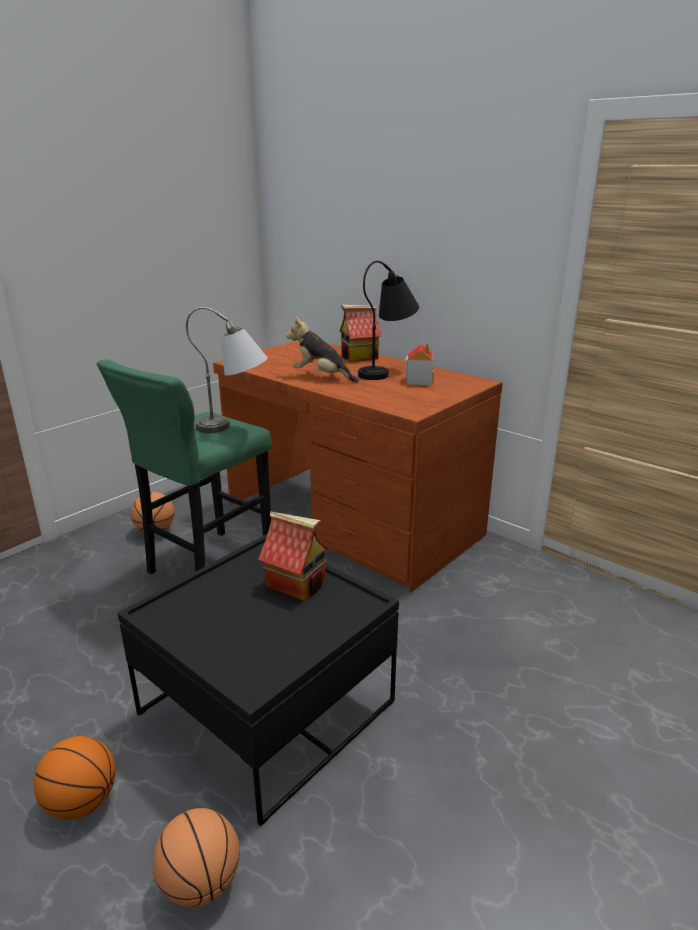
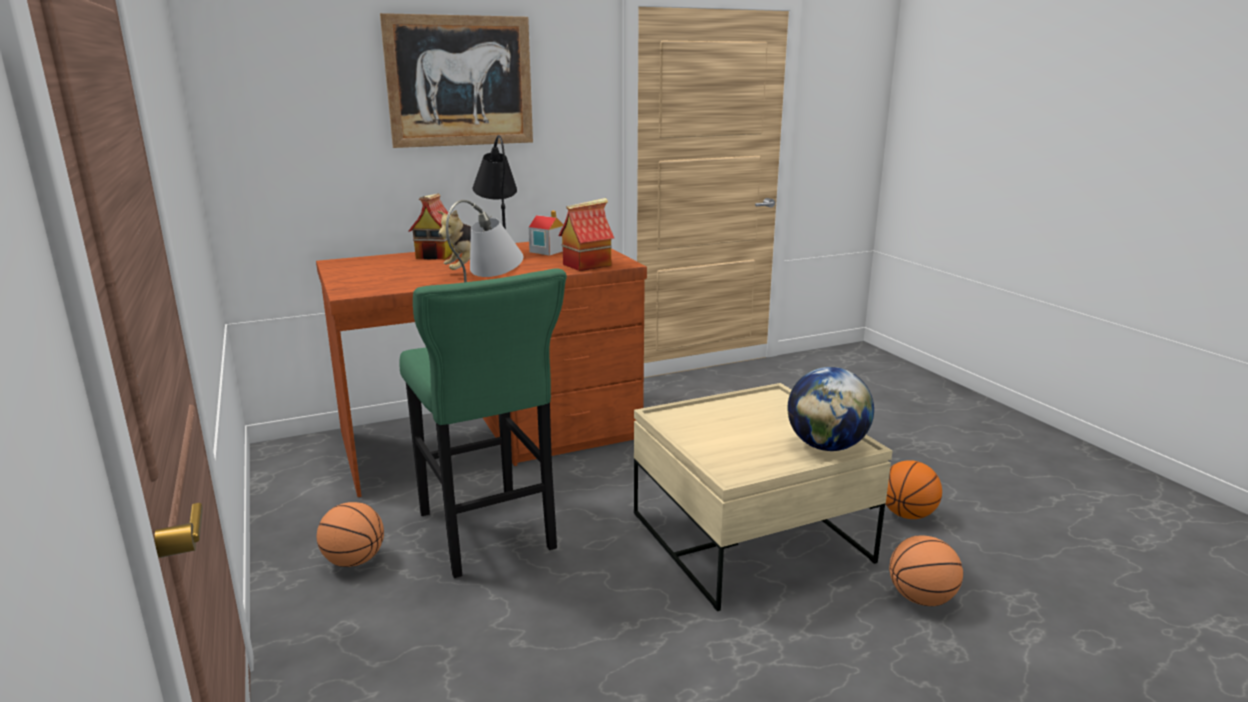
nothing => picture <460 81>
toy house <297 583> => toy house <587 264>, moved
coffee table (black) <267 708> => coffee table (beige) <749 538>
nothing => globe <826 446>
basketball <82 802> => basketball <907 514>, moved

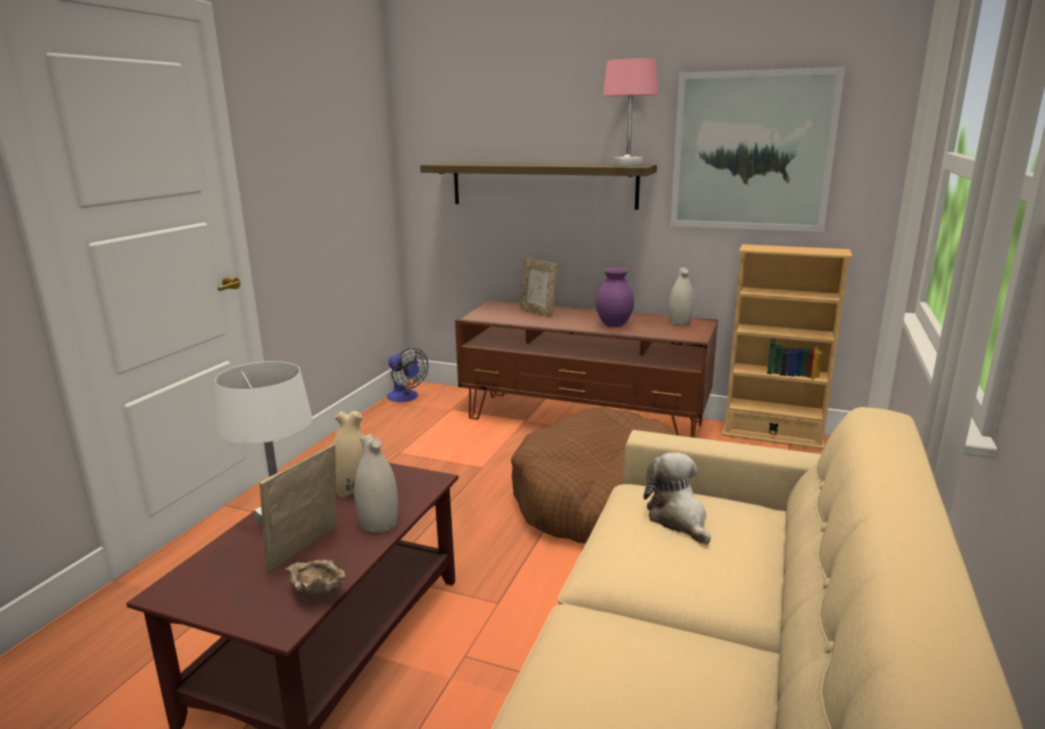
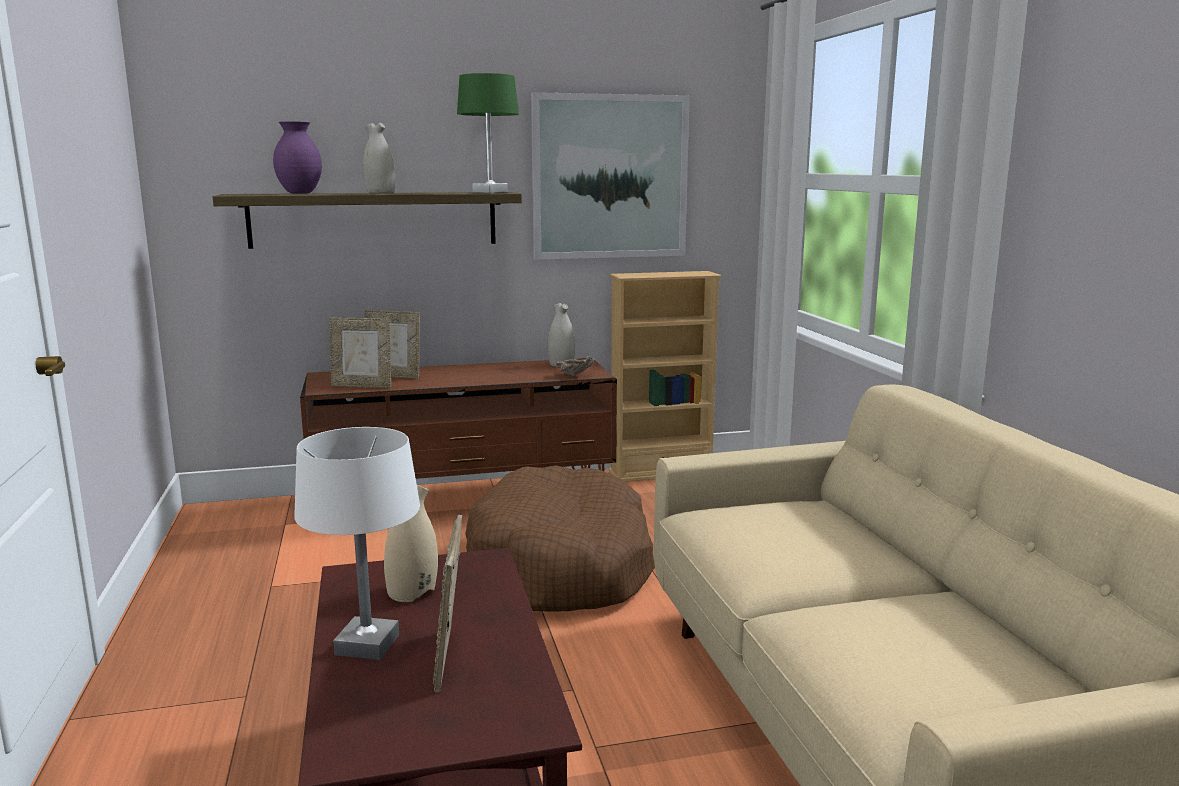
vase (purple) <613 325> => vase (purple) <299 193>, moved
nothing => picture frame <362 386>
vase (white) <378 522> => vase (white) <380 193>, moved
table lamp (pink) <627 165> => table lamp (green) <489 192>
bowl (beige) <318 593> => bowl (beige) <575 375>, moved
fan <406 398> => nothing
plush toy <678 519> => nothing

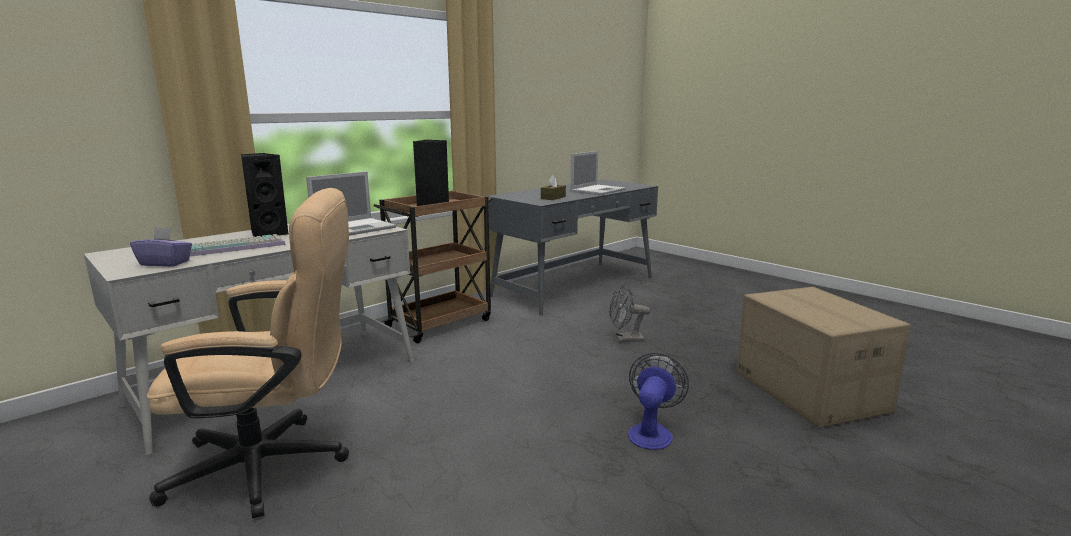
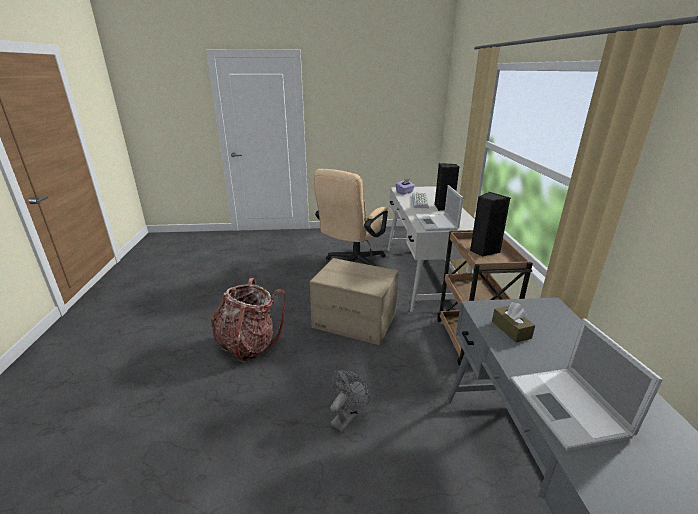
fan <651 432> => backpack <248 344>
cardboard box <808 391> => cardboard box <355 321>, moved

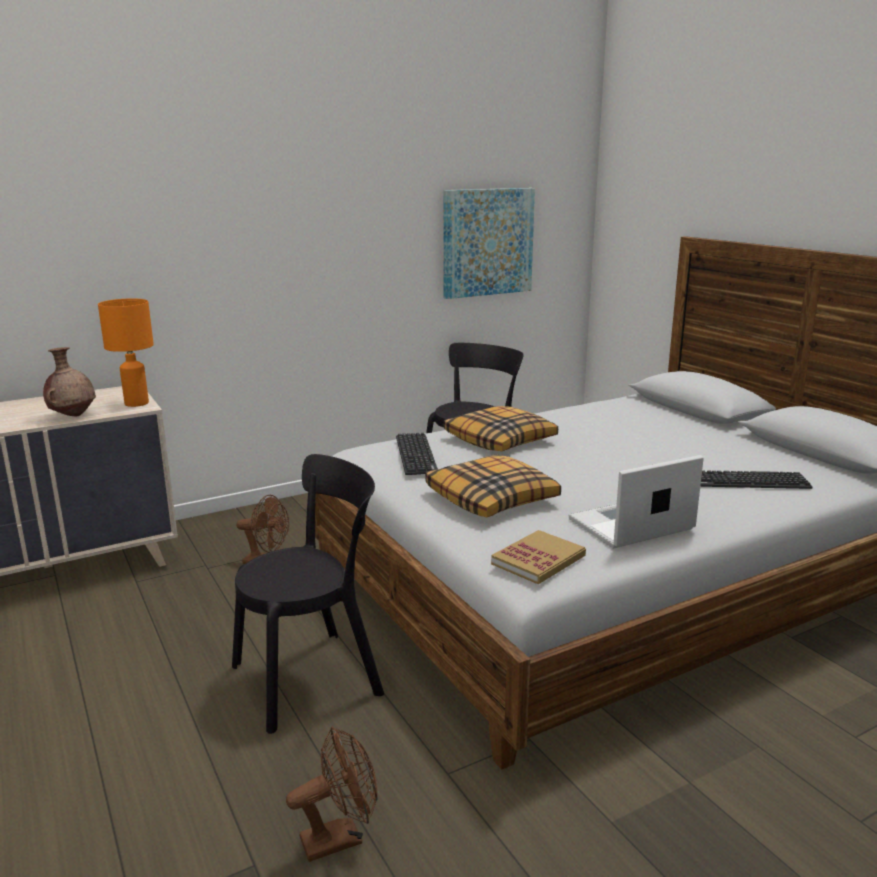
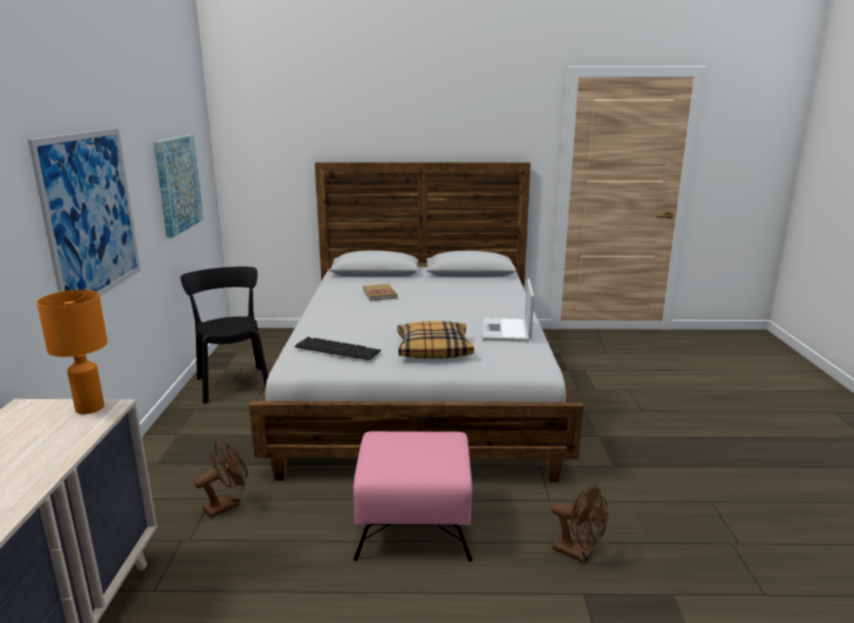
nothing => picture <91 215>
chair (black) <313 677> => ottoman (pink) <415 523>
book <538 560> => book <380 294>, moved
fan (brown) <340 837> => fan (brown) <578 553>, 120 degrees clockwise
vase (brown) <73 415> => nothing
pillow <500 440> => nothing
keyboard <746 481> => nothing

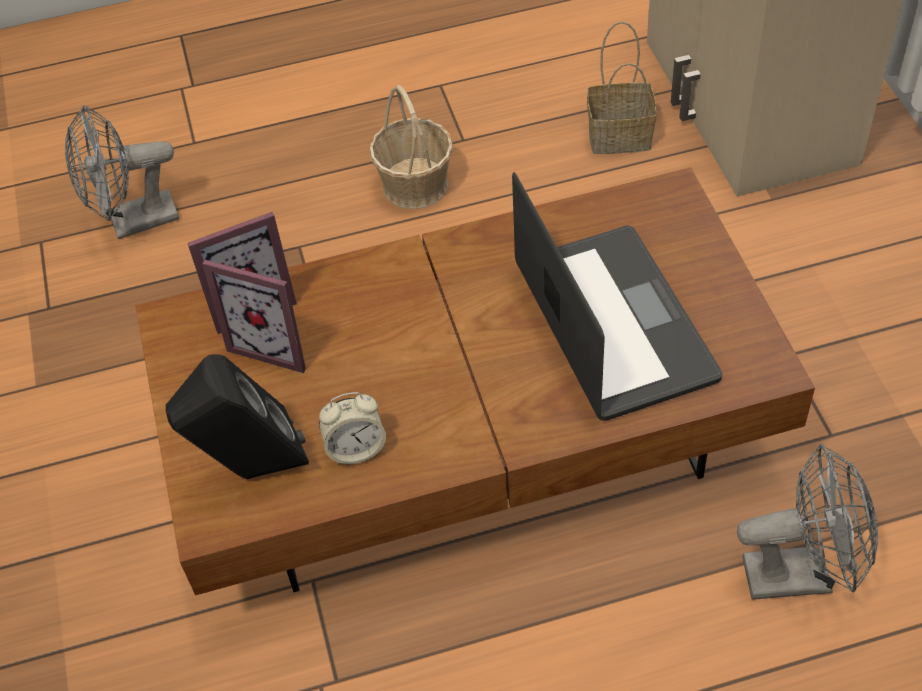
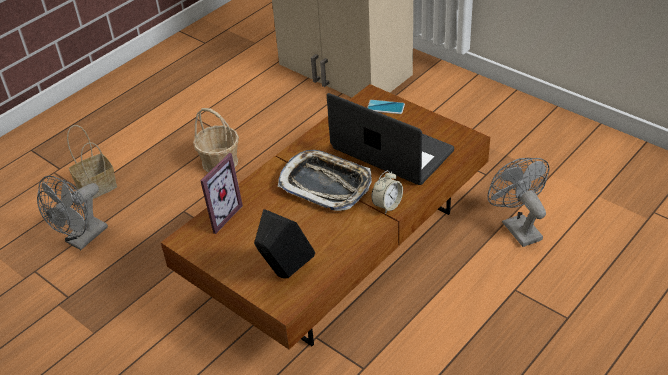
basket <621 135> => basket <97 186>, moved
nothing => tray <325 184>
nothing => phone <385 107>
alarm clock <356 448> => alarm clock <387 205>, moved
fan (grey) <800 573> => fan (grey) <517 227>, 75 degrees counterclockwise
picture frame <275 343> => nothing

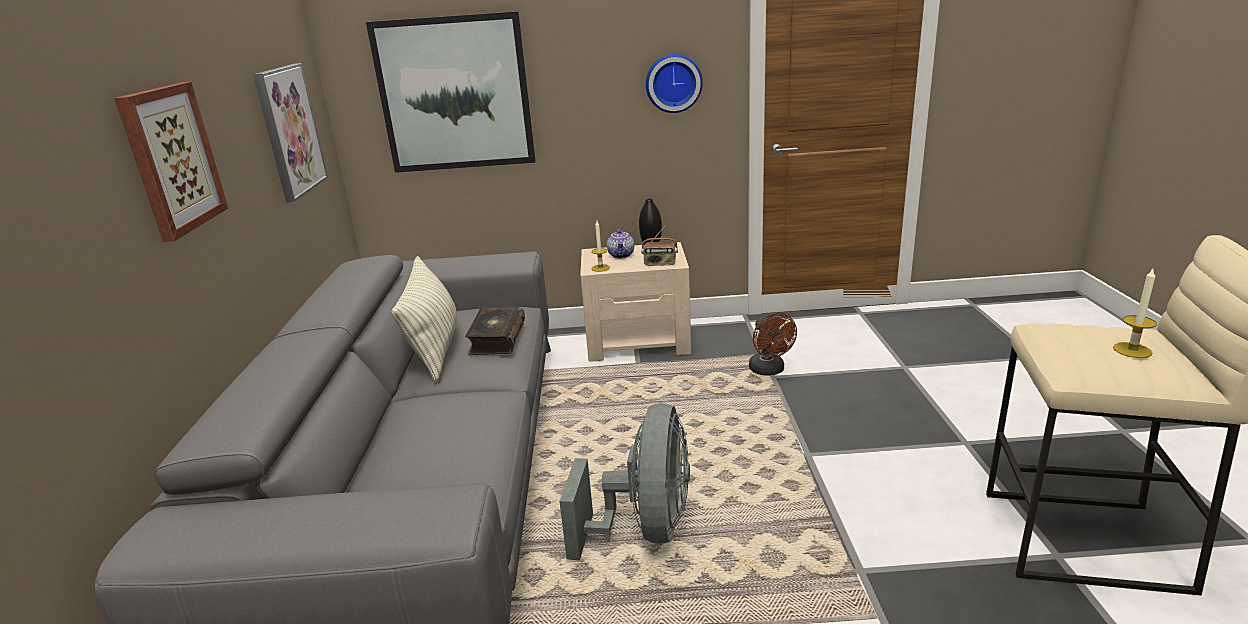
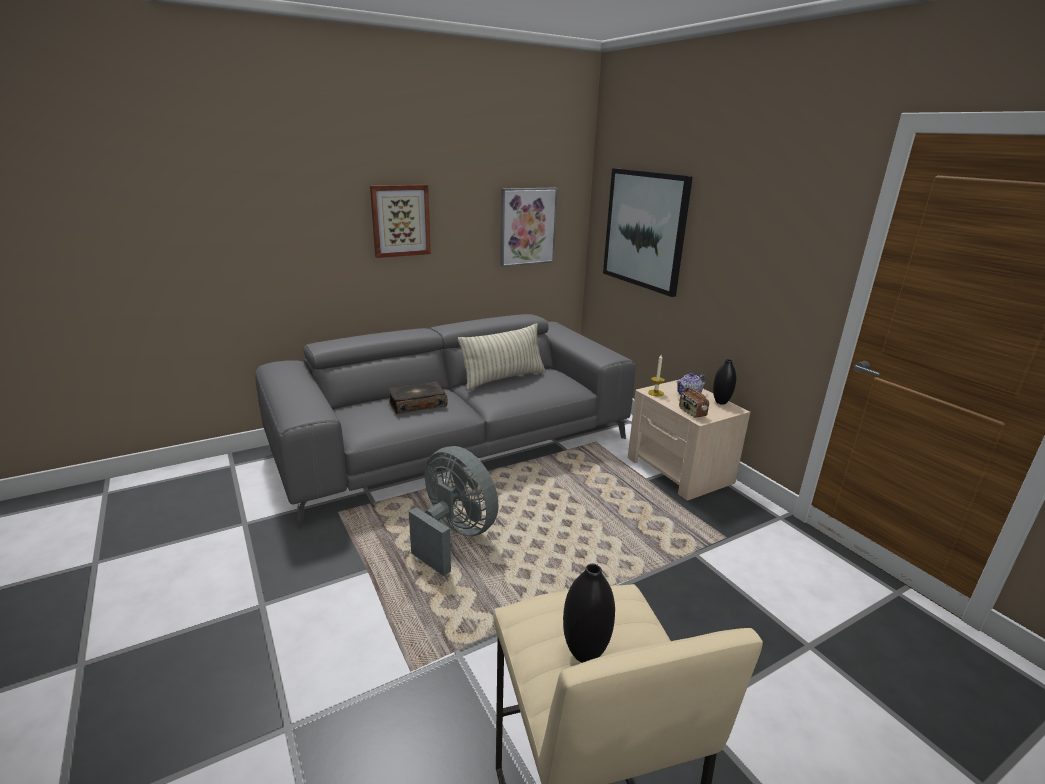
book <496 339> => book <417 404>, moved
fan (grey) <645 528> => fan (grey) <454 536>, 120 degrees counterclockwise
candle <1132 350> => vase (black) <585 653>
wall clock <673 83> => nothing
fan (brown) <769 371> => nothing

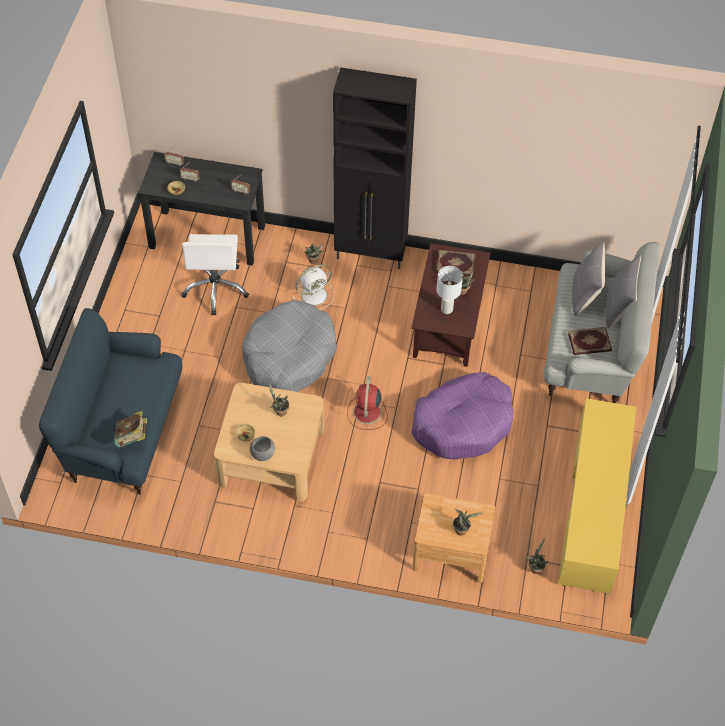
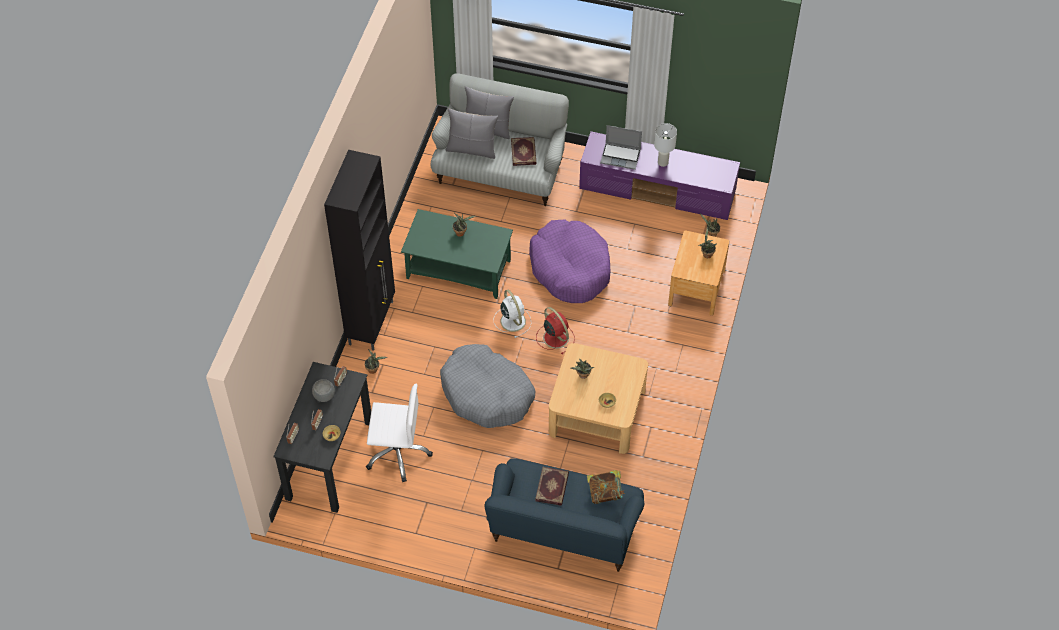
bowl (grey) <262 454> => bowl (grey) <324 396>, moved
coffee table (brown) <448 322> => coffee table (green) <459 269>
fan (white) <315 294> => fan (white) <512 320>, moved
book <455 265> => book <552 487>, moved
fan (red) <367 413> => fan (red) <555 337>, 135 degrees counterclockwise
tv stand (yellow) <594 509> => tv stand (purple) <658 190>
nothing => laptop <621 156>
table lamp (white) <446 309> => table lamp (white) <662 162>, moved

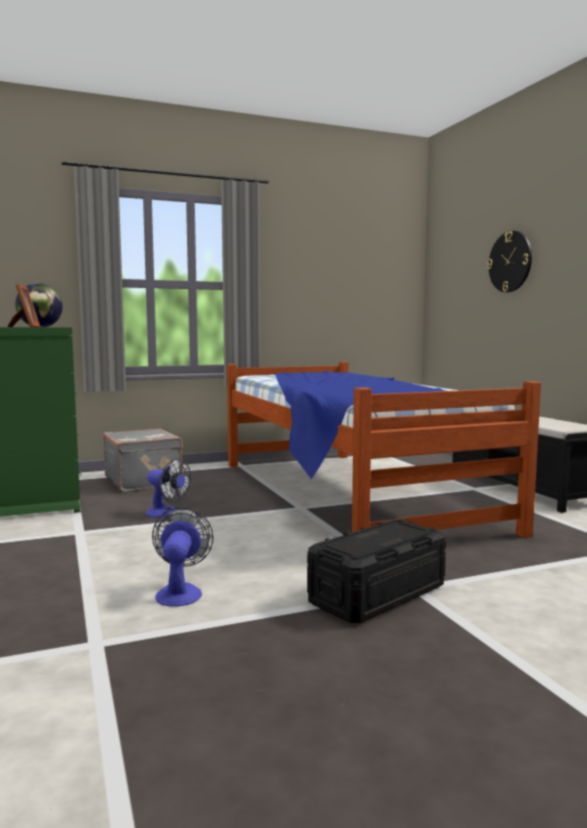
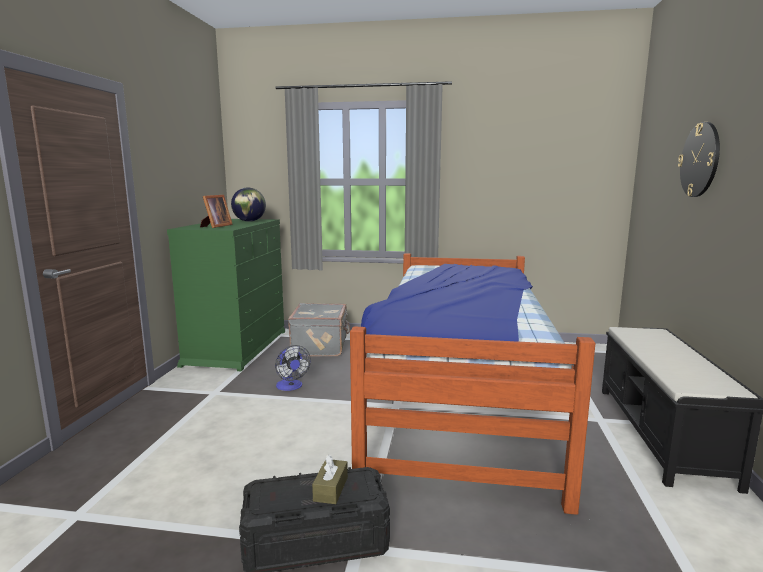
nothing => tissue box (brown) <330 489>
fan <180 592> => nothing

